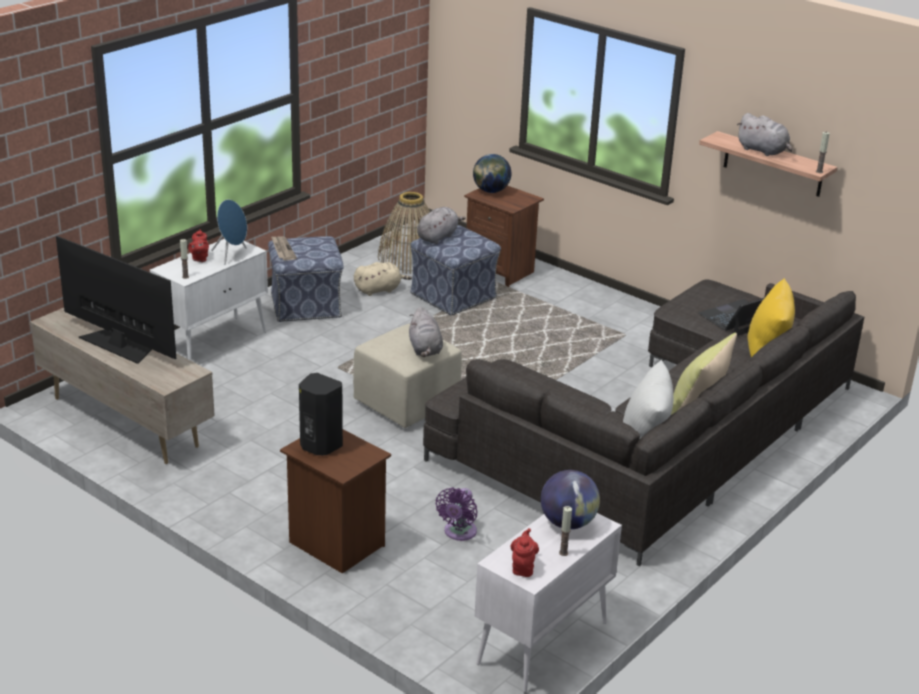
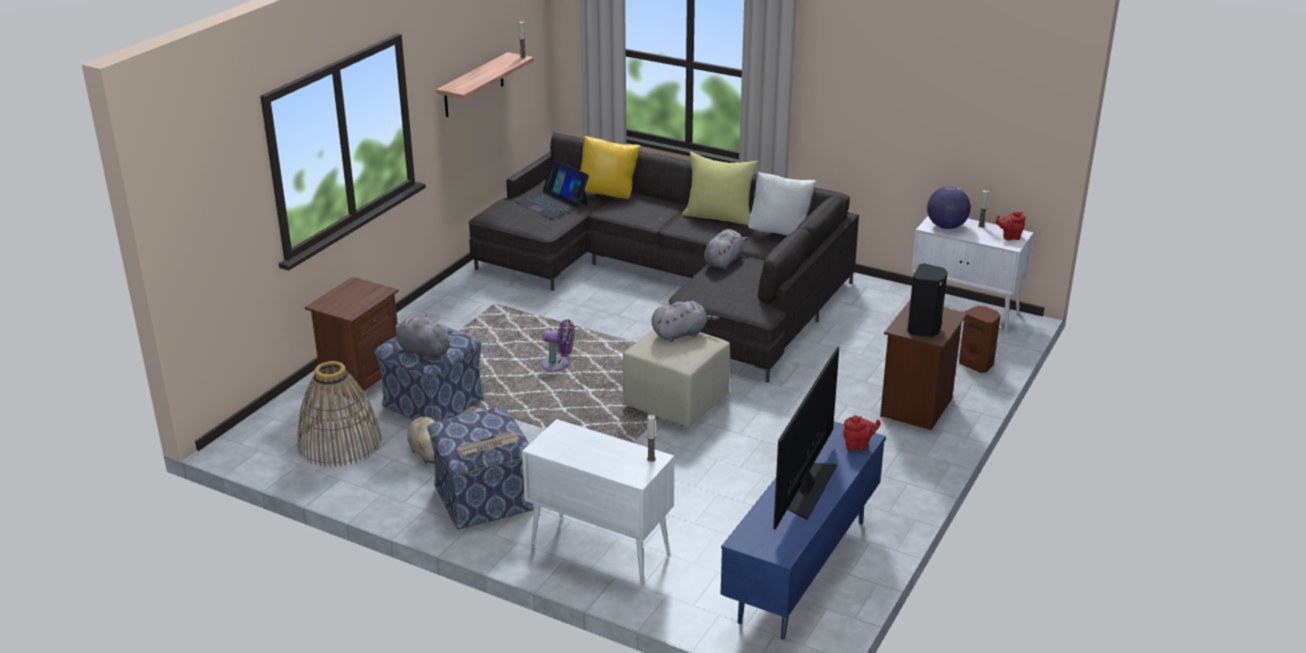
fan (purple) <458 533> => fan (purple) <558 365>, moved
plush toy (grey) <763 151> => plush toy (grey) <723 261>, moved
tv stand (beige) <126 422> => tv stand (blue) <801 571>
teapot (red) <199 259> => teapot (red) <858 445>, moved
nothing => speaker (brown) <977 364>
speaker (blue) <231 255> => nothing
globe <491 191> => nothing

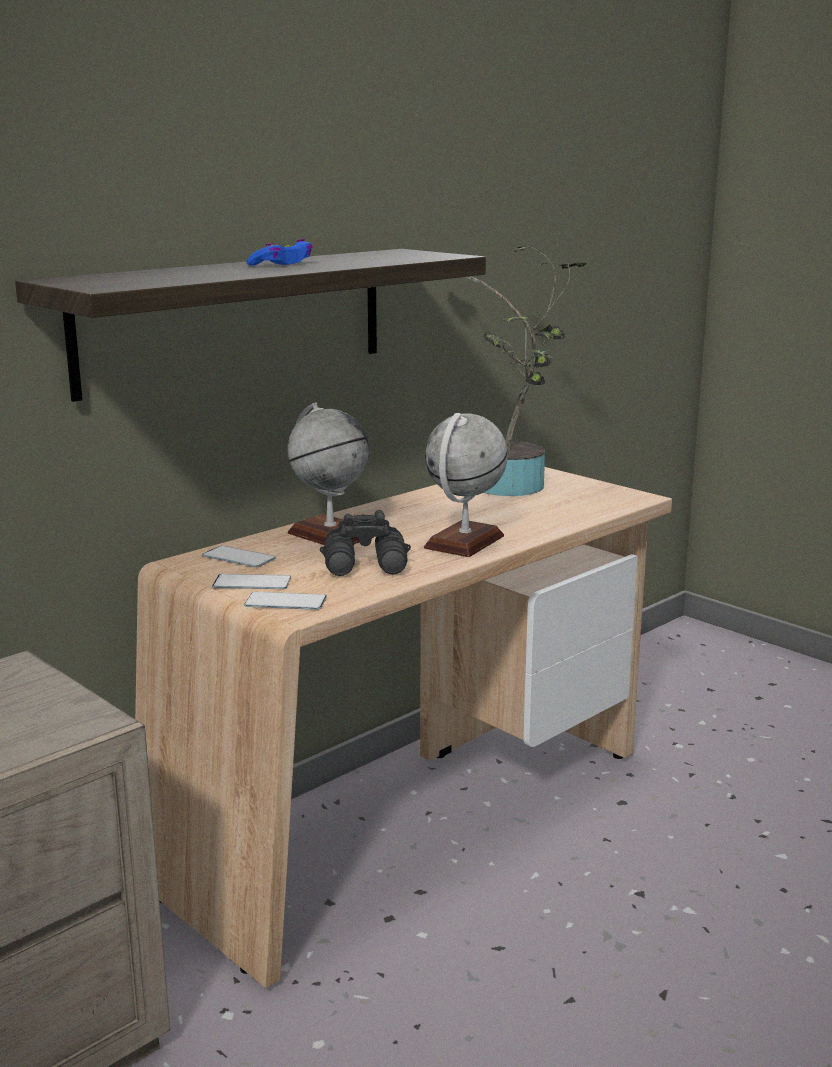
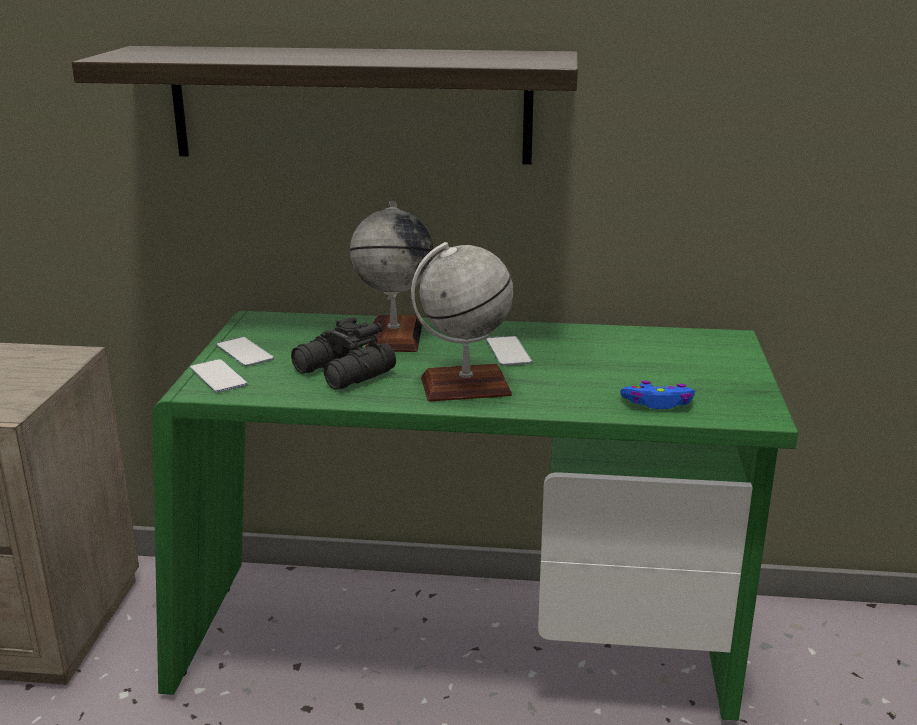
desk (beige) <415 818> => desk (green) <458 646>
phone <238 557> => phone <508 351>, moved
game controller (blue) <283 264> => game controller (blue) <658 403>, moved
potted plant <512 488> => nothing

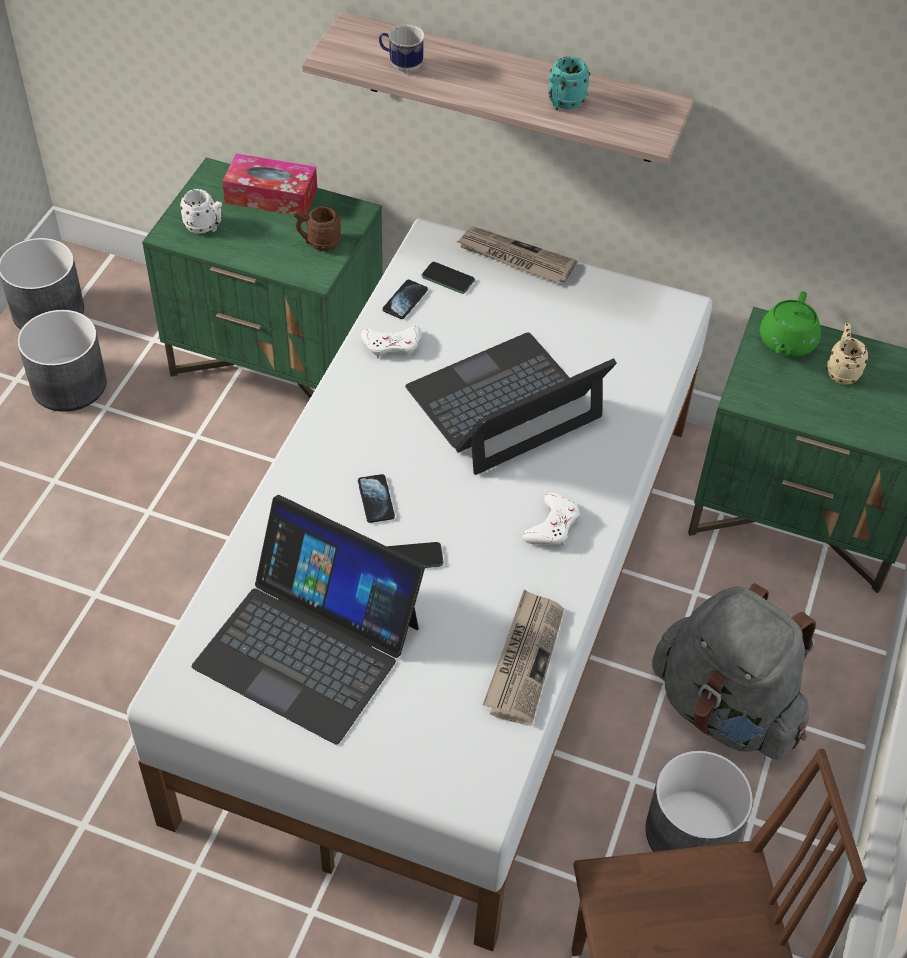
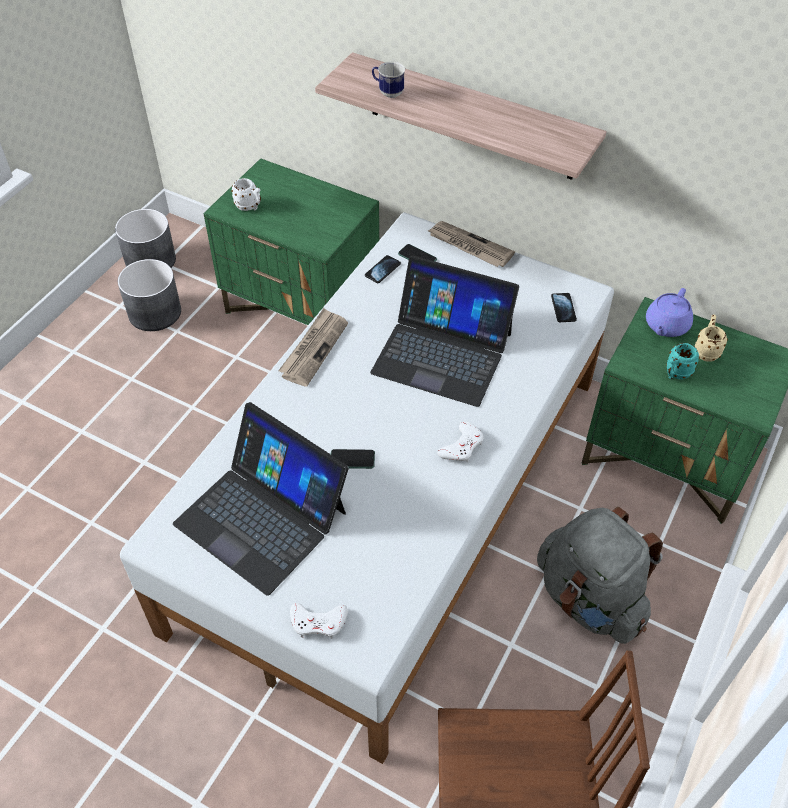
newspaper <524 659> => newspaper <314 348>, moved
game controller (white) <392 345> => game controller (white) <318 622>, moved
laptop <505 404> => laptop <442 352>, 135 degrees counterclockwise
phone <376 499> => phone <563 308>, moved
teapot (green) <786 343> => teapot (purple) <666 326>
mug (turquoise) <562 104> => mug (turquoise) <675 374>, moved
tissue box <271 196> => nothing
mug (brown) <318 243> => nothing
planter (grey) <691 833> => nothing

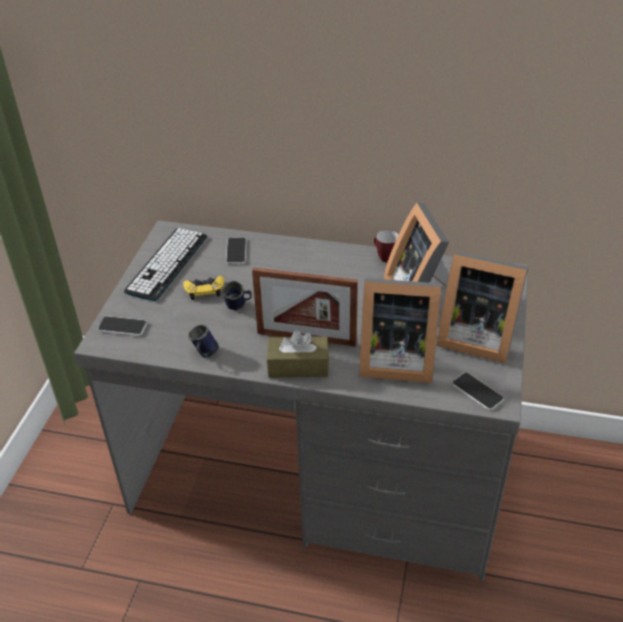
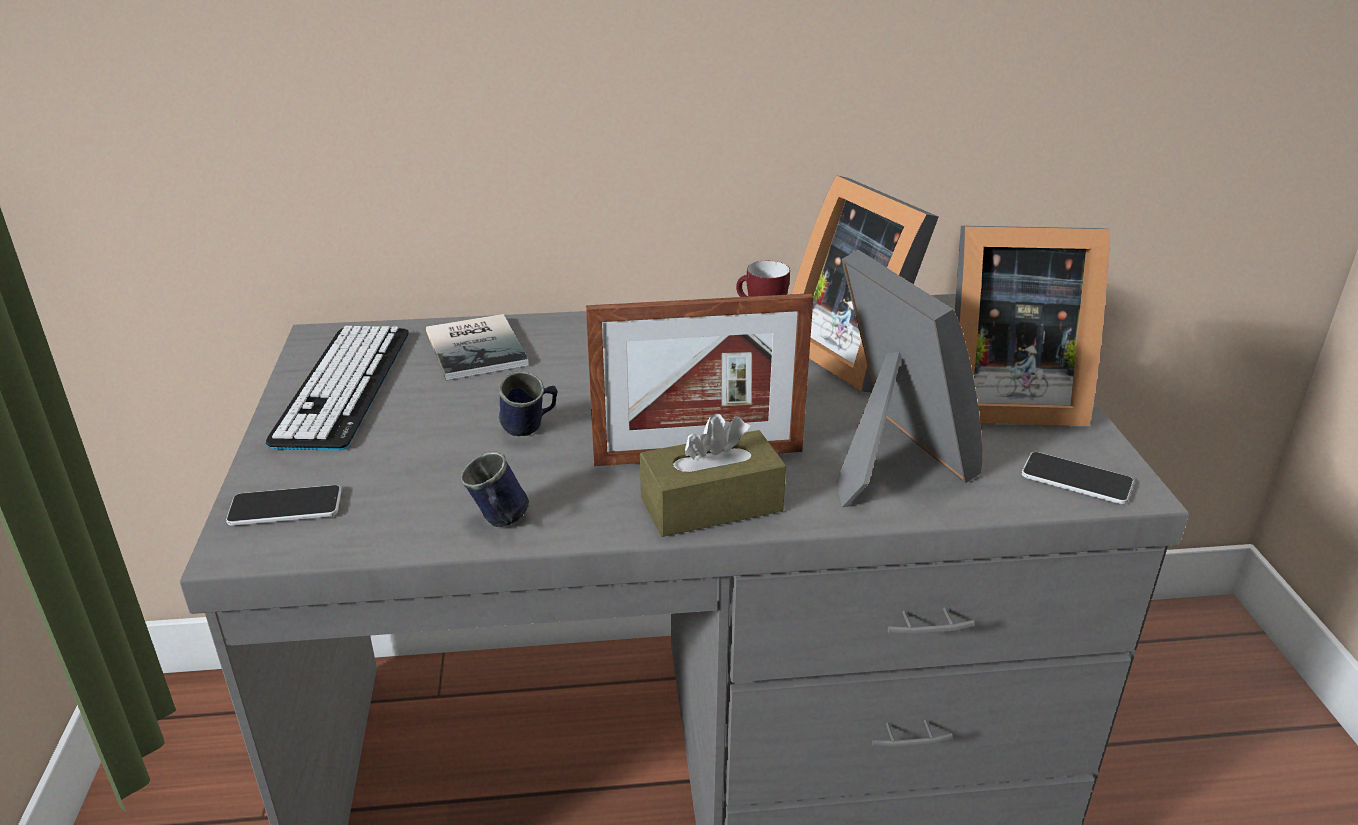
phone <236 251> => book <479 347>
picture frame <394 360> => picture frame <889 459>, 105 degrees counterclockwise
game controller (yellow) <204 290> => nothing

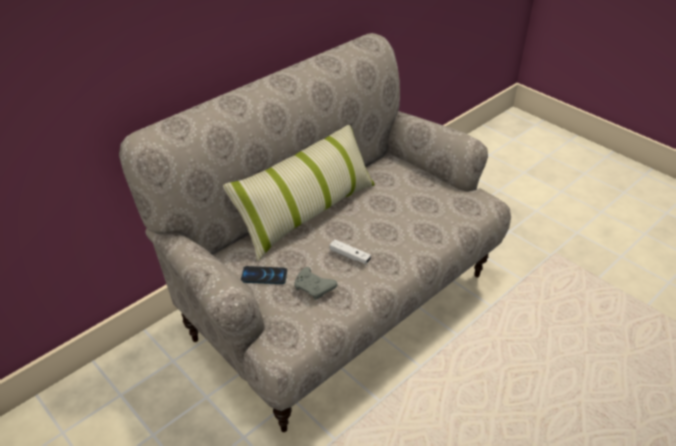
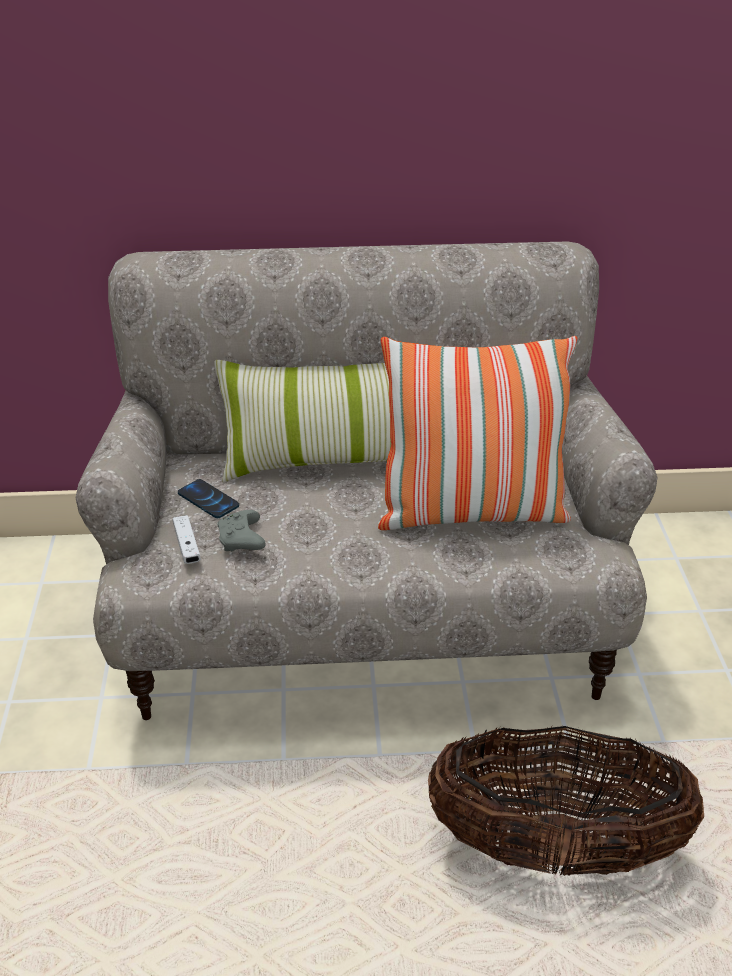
game controller (white) <349 256> => game controller (white) <187 546>, moved
nothing => pillow <471 513>
nothing => basket <555 850>

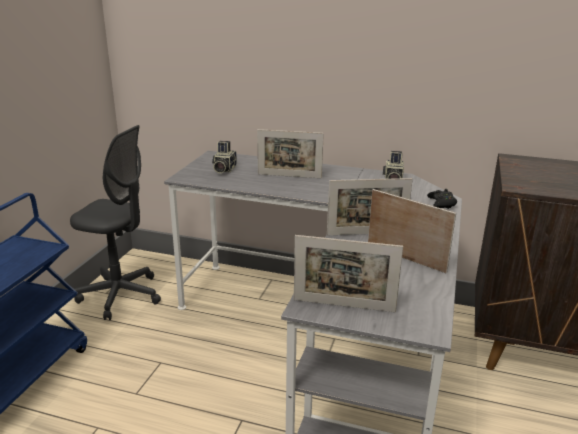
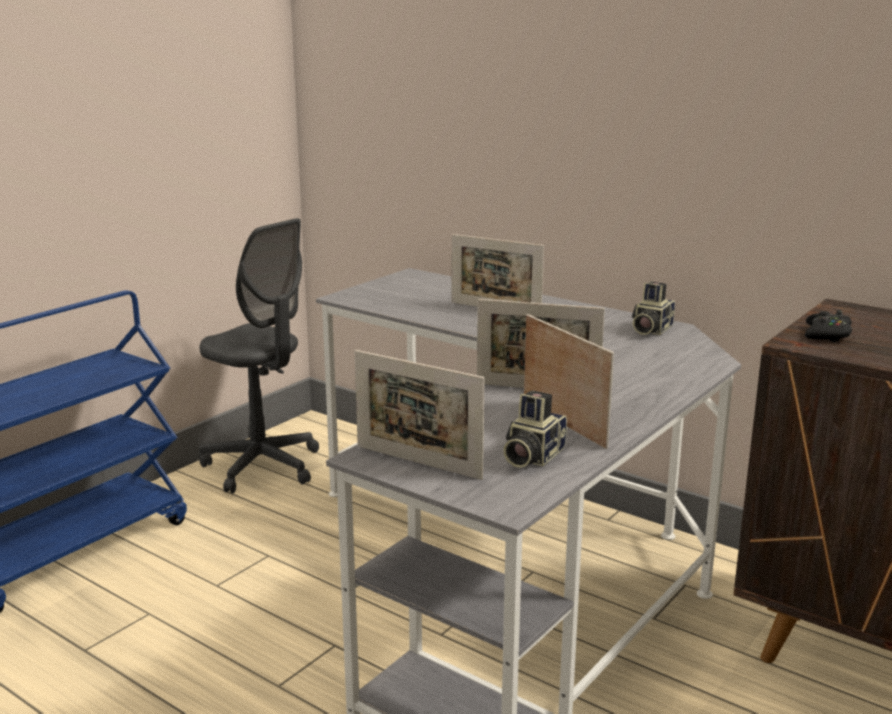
photo camera <223 169> => photo camera <531 456>, moved
game controller (black) <441 203> => game controller (black) <827 334>, moved

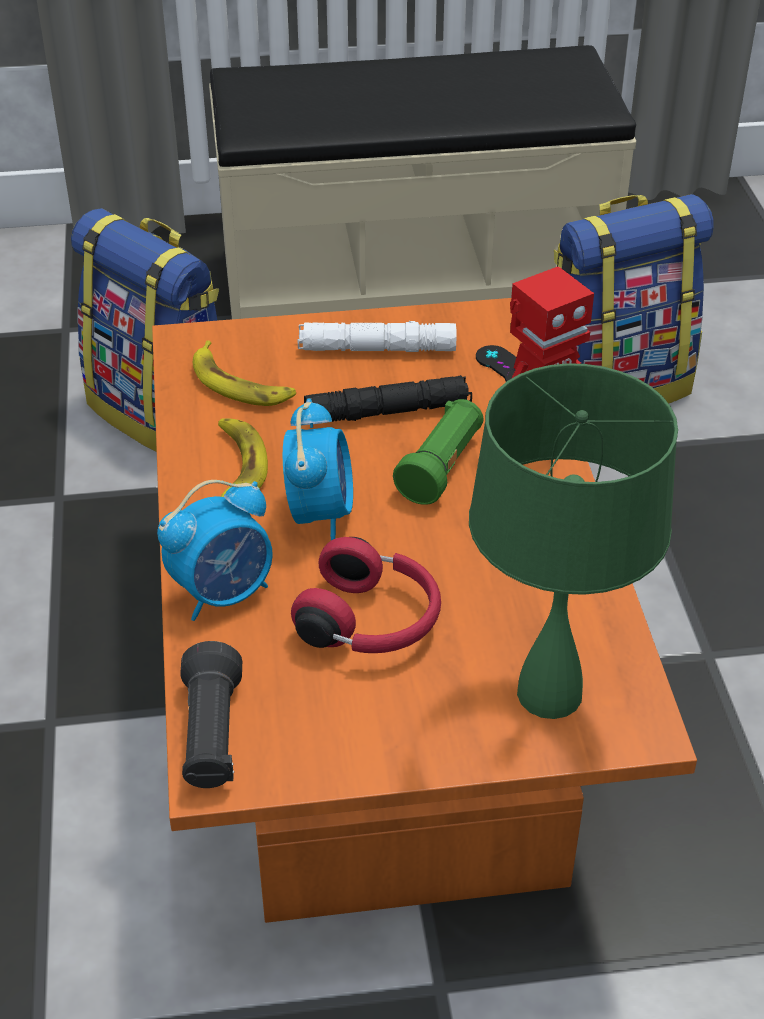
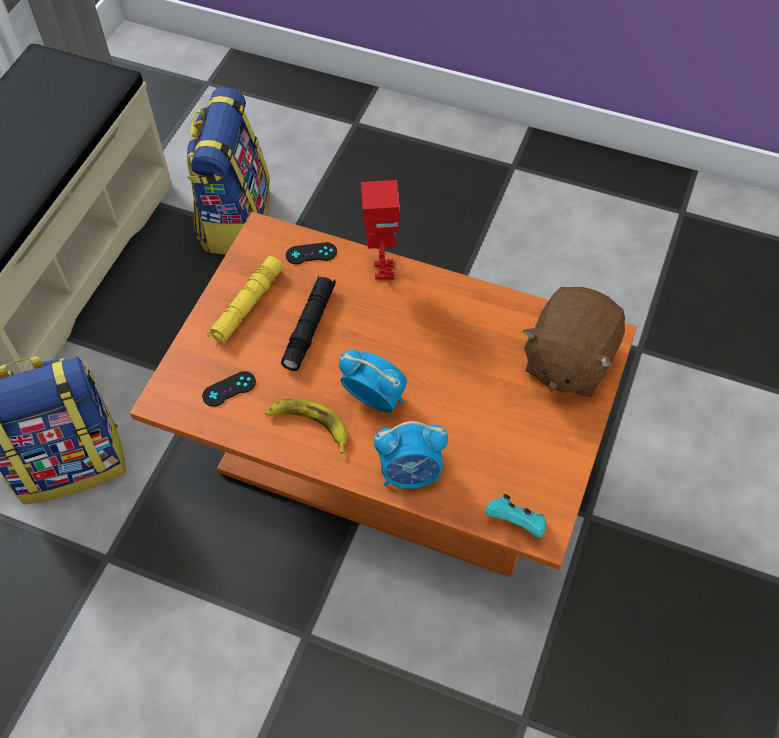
banana <240 384> => game controller (black) <229 389>
flashlight (white) <377 349> => flashlight (yellow) <247 305>
alarm clock <224 593> => alarm clock <411 473>, 90 degrees clockwise
flashlight (black) <211 736> => game controller (turquoise) <516 523>
table lamp (green) <550 694> => plush toy (brown) <568 361>
headphones (red) <371 622> => nothing
flashlight (green) <441 467> => nothing

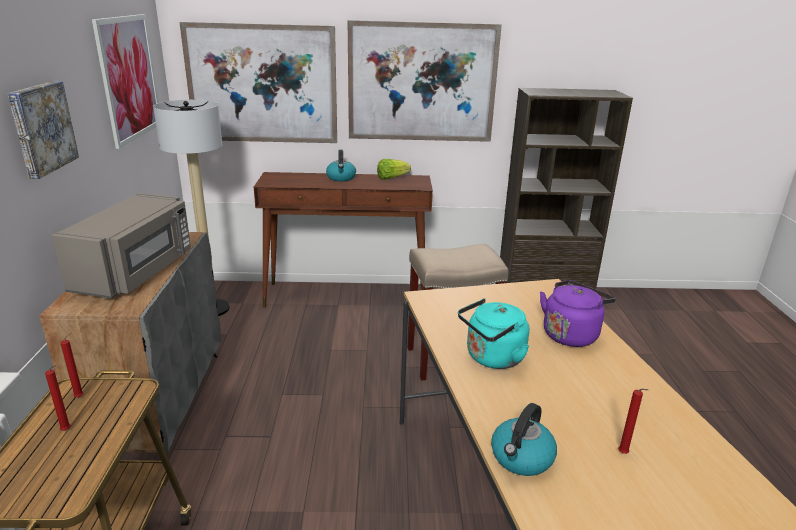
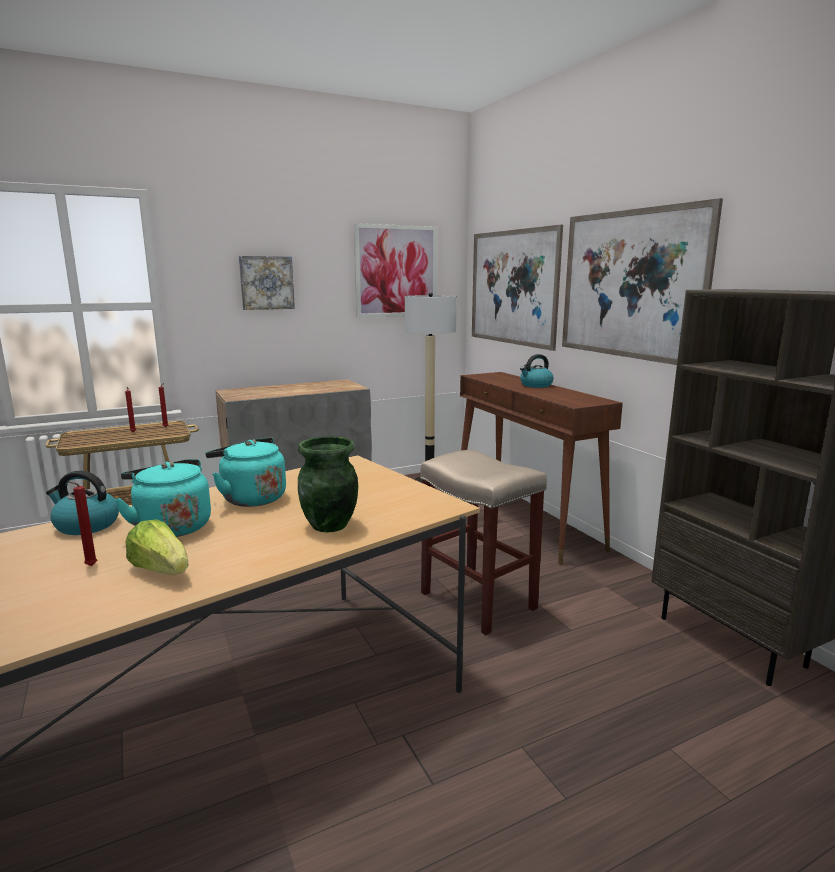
nothing => kettle (turquoise) <171 526>
lettuce <391 178> => lettuce <161 570>, moved
kettle (purple) <571 334> => vase (green) <330 525>
microwave (grey) <137 272> => nothing

